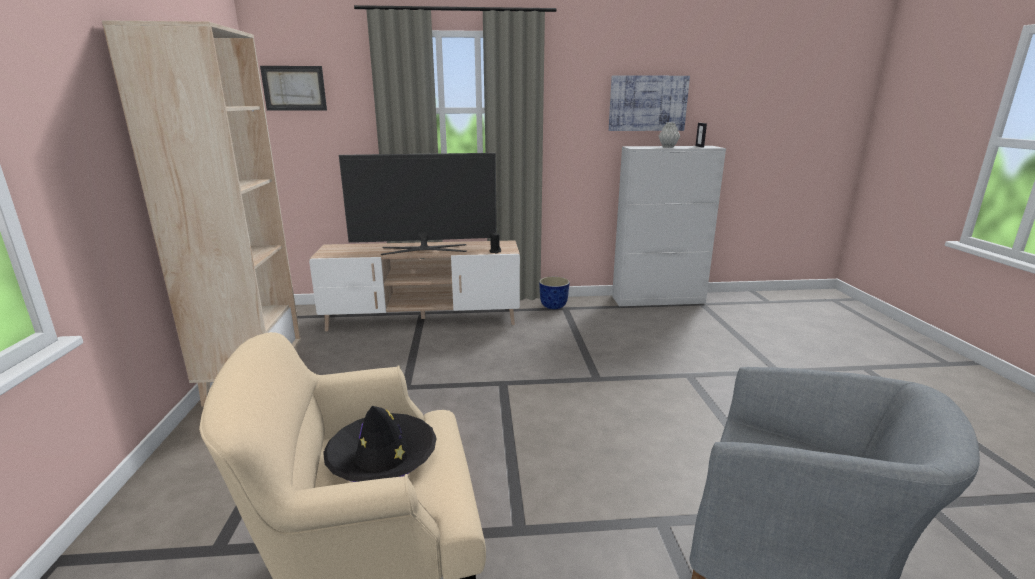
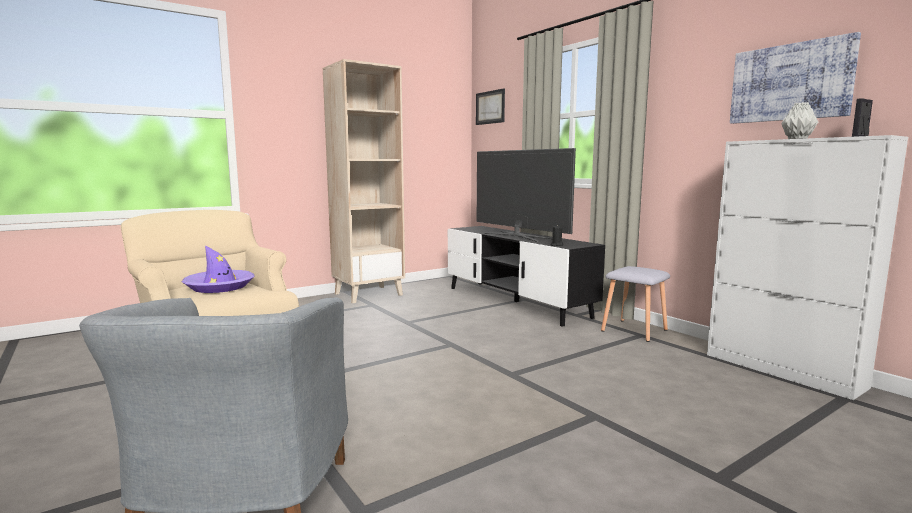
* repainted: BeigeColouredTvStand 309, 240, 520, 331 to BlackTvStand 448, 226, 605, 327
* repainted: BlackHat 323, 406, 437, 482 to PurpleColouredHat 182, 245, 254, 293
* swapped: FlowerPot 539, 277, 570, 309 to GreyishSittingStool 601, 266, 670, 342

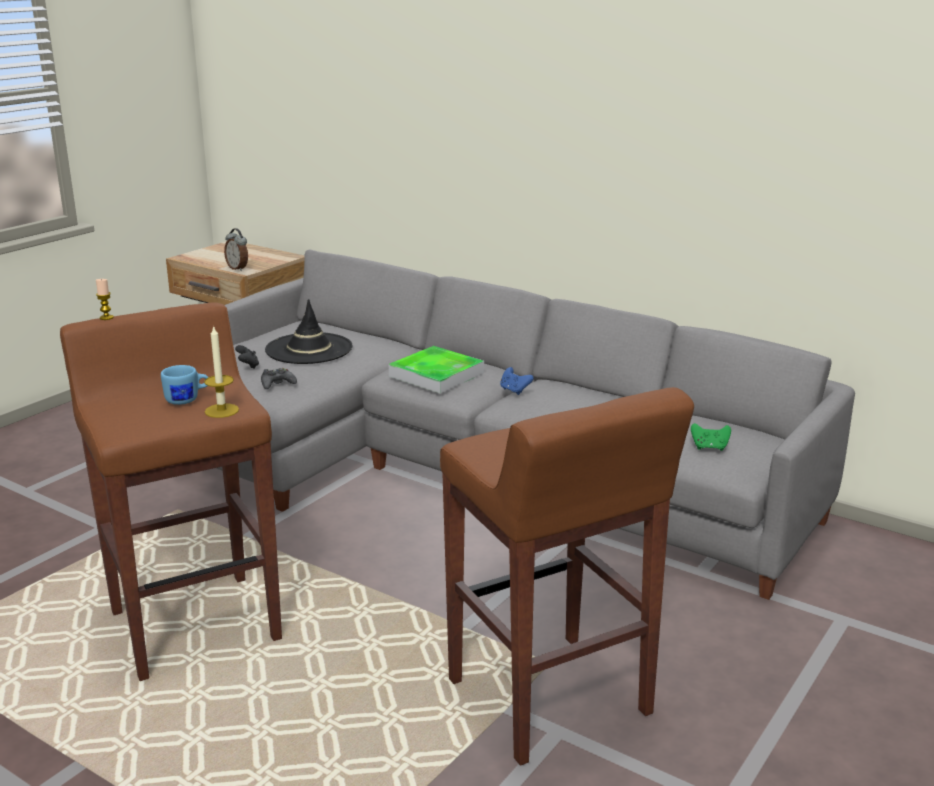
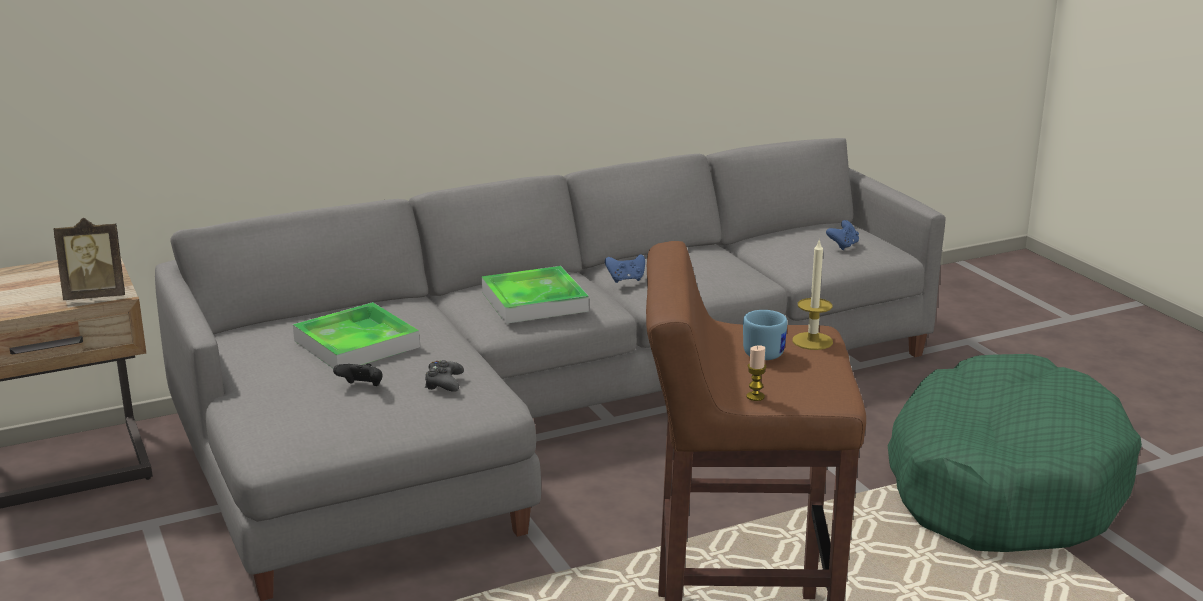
* shifted: Candle 96, 279, 114, 320 to 746, 345, 766, 401
* swapped: BedsideClock 224, 228, 248, 271 to PhotoFrame 53, 218, 125, 300
* swapped: BlackHat 265, 299, 353, 364 to CarryingTray 293, 302, 420, 369
* swapped: BrownishSittingStool 440, 387, 694, 766 to GreenishDogBed 888, 354, 1142, 552
* repainted: GreenishGameController 691, 423, 731, 451 to BlueGameController 826, 220, 859, 250

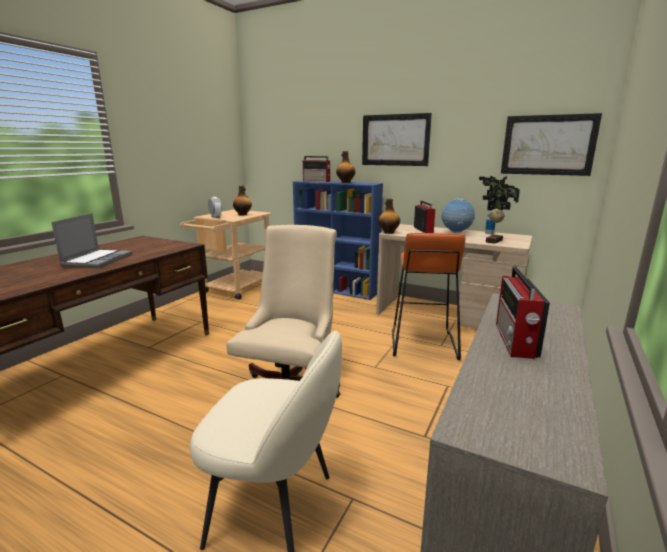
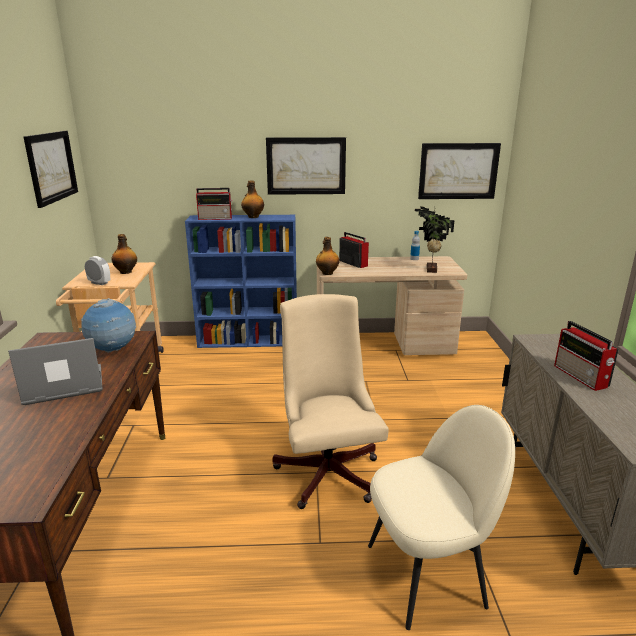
* rotated: Laptop 51, 213, 132, 268 = 8, 338, 103, 405 90 degrees counterclockwise
* gone: OrangeColouredSittingStool 392, 233, 466, 360
* shifted: Globe 441, 198, 475, 233 to 81, 298, 136, 353
* new: WallArt 24, 131, 78, 208

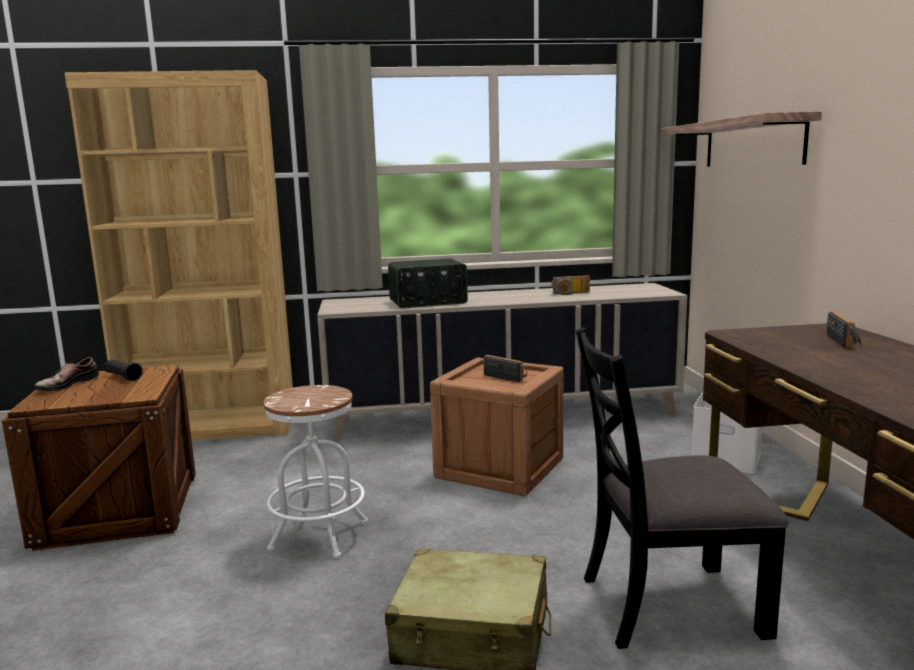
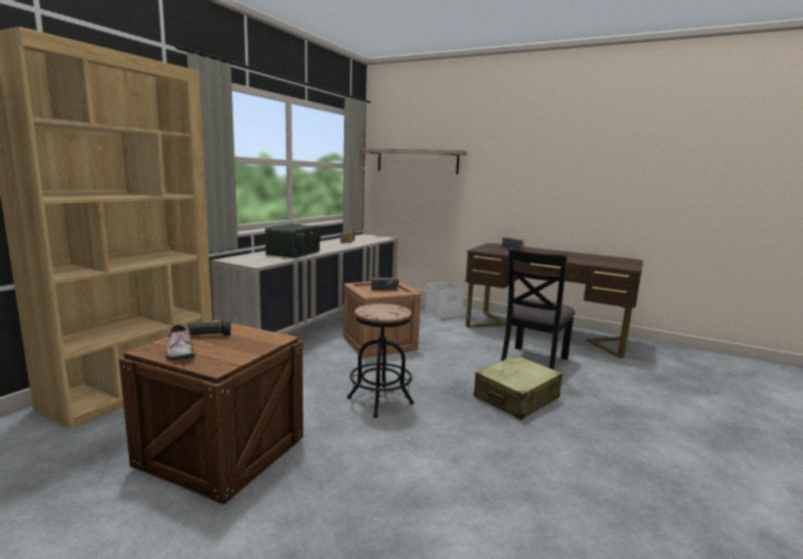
* repainted: WhitishSittingStool 264, 385, 368, 558 to BlackSittingStool 347, 304, 414, 418

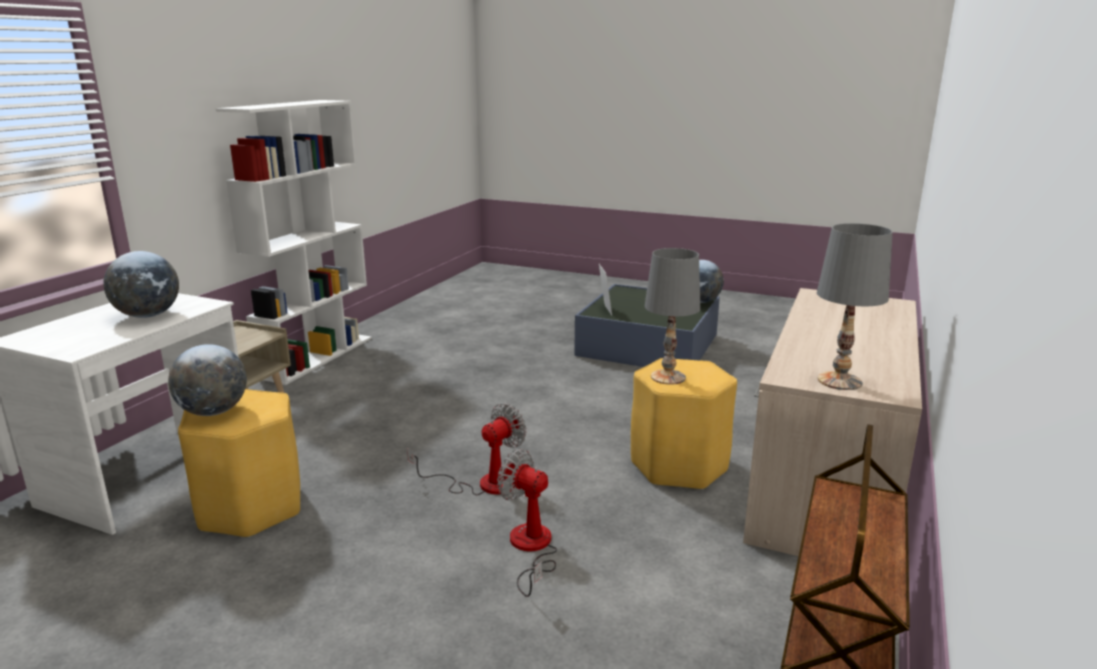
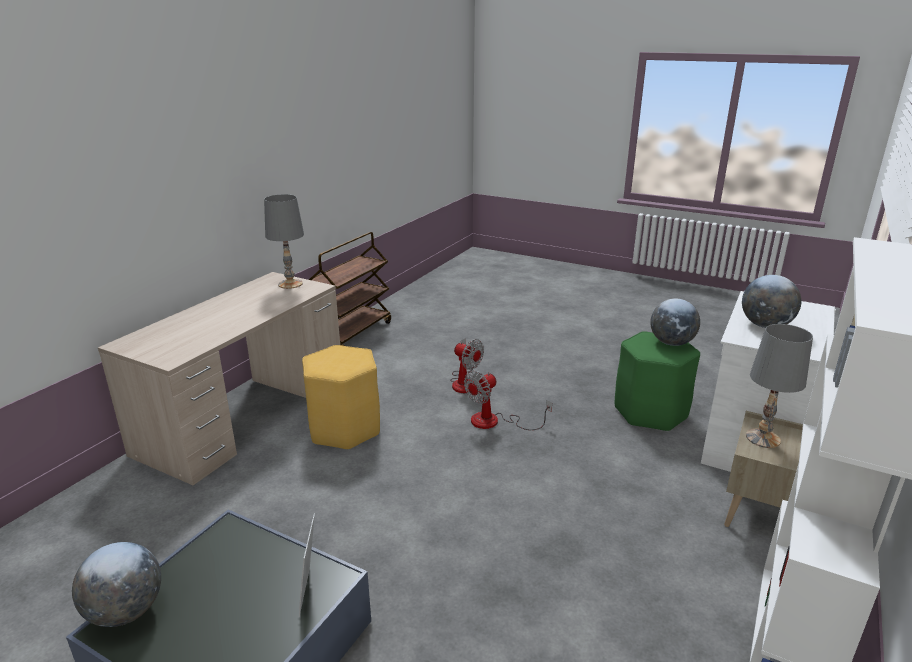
* repainted: YellowColouredSittingStool 178, 389, 300, 538 to GreenishSittingStool 615, 331, 700, 432
* shifted: GreyishTabletopLamp 645, 248, 700, 385 to 746, 324, 813, 448

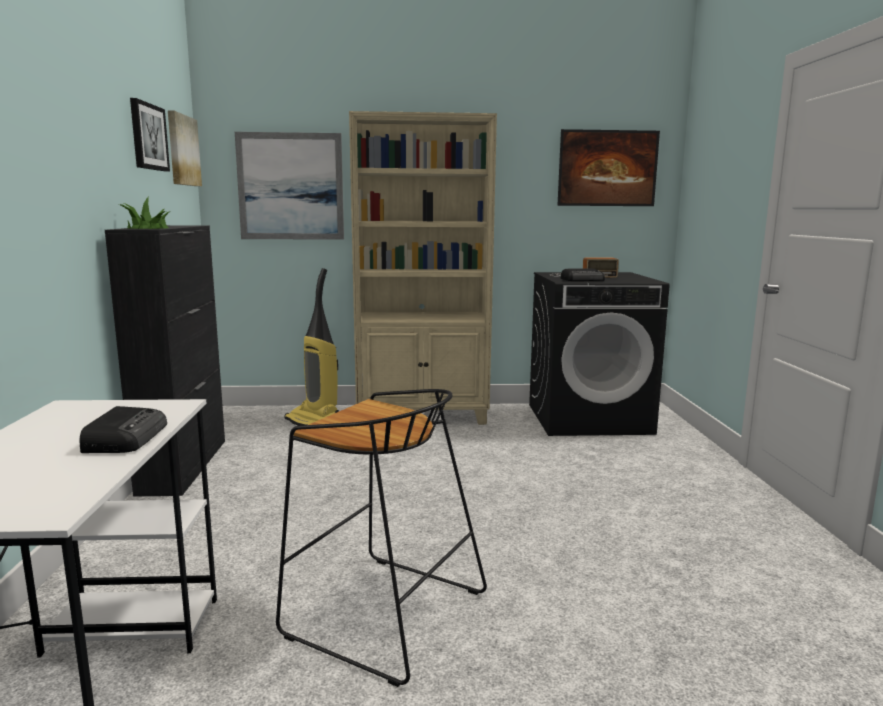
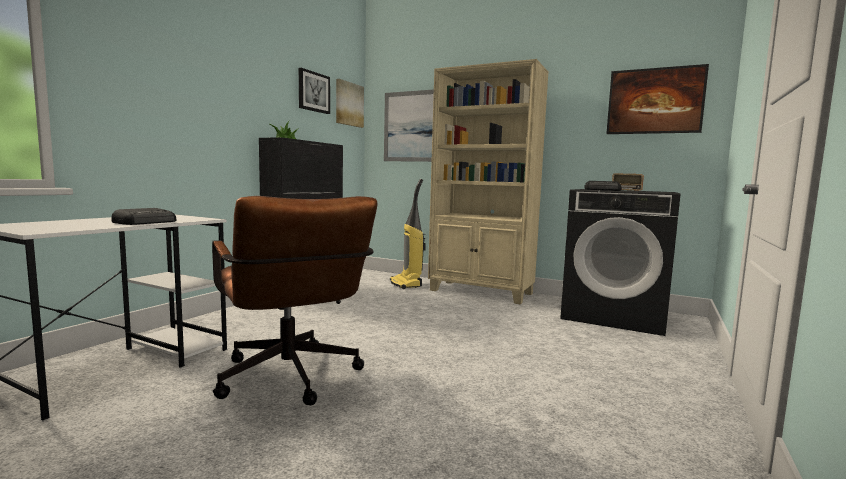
* swapped: BlackSittingStool 276, 389, 487, 687 to BrownishOfficeChair 212, 196, 377, 405

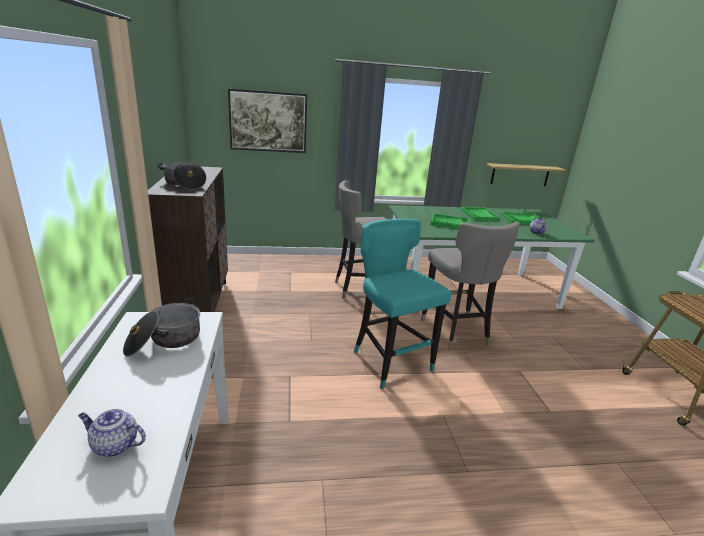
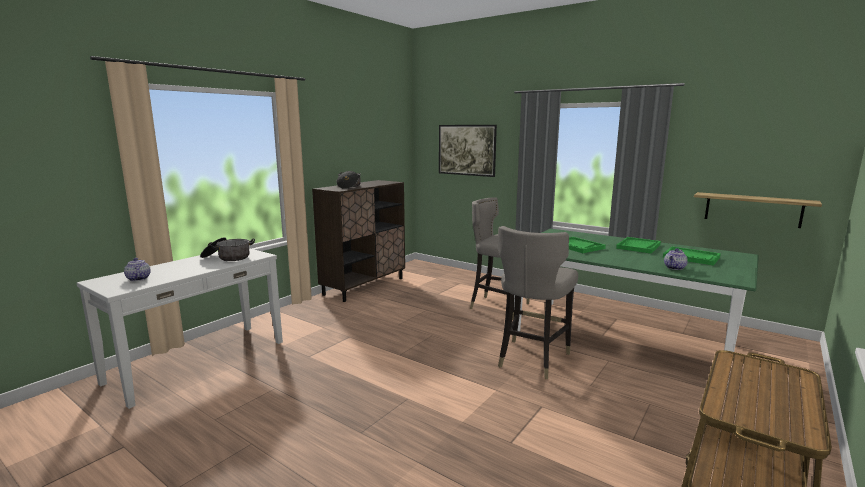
* gone: TurquoiseColouredSittingStool 354, 219, 451, 389

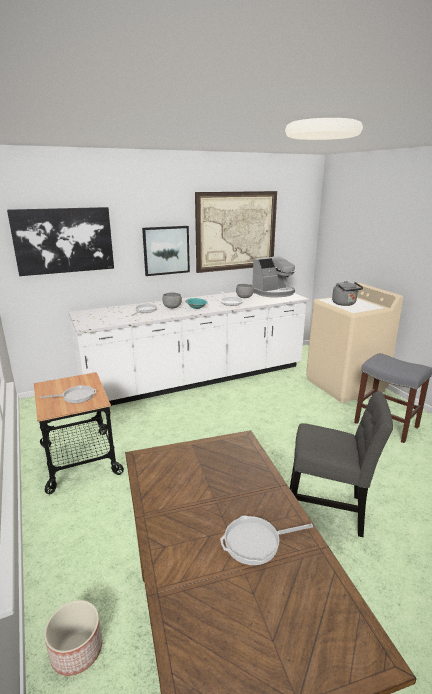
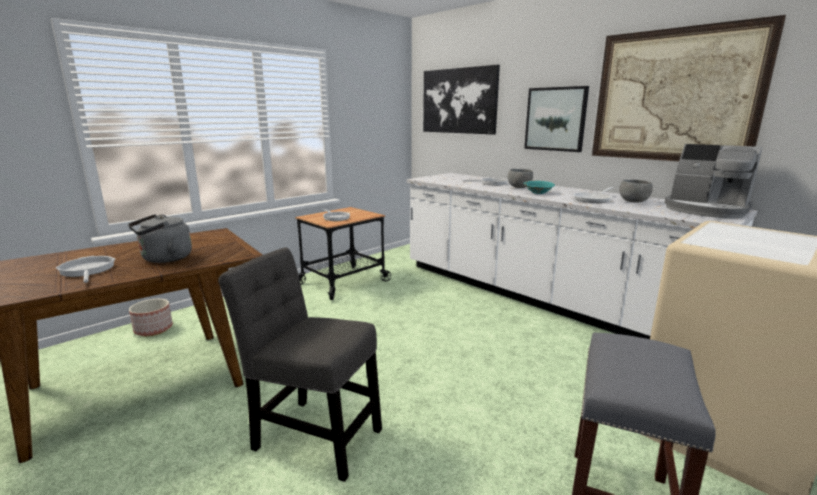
* rotated: GreyishChair 290, 391, 393, 537 = 218, 247, 382, 482 120 degrees clockwise
* shifted: GreyishTeaKettle 332, 281, 363, 306 to 128, 214, 192, 263

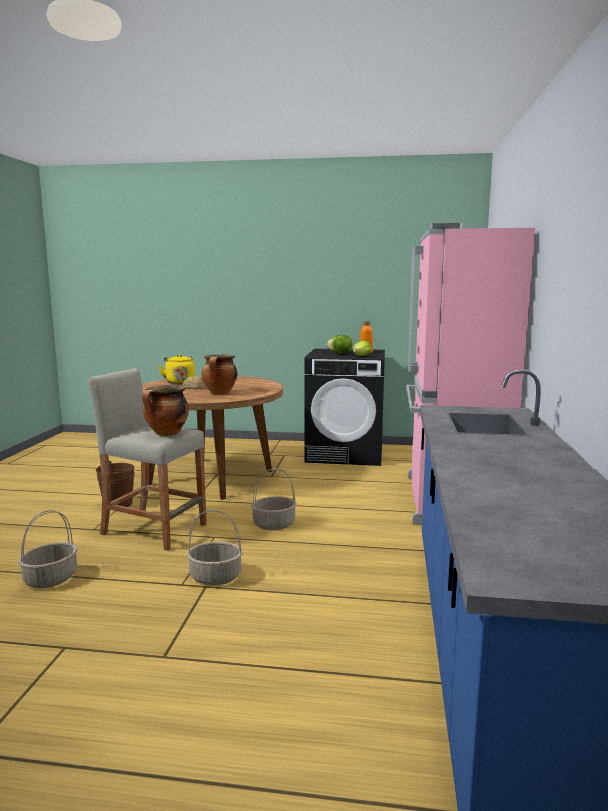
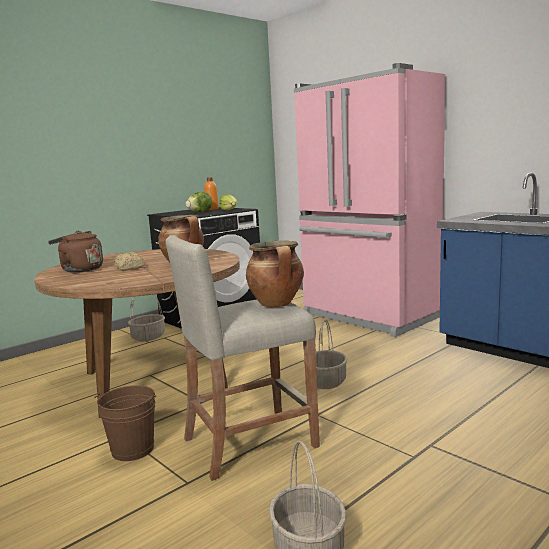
* repainted: YellowColouredTeaKettle 159, 354, 195, 384 to BrownishTeaKettle 48, 231, 103, 273
* shifted: StorageBasket 187, 510, 243, 585 to 128, 294, 165, 341

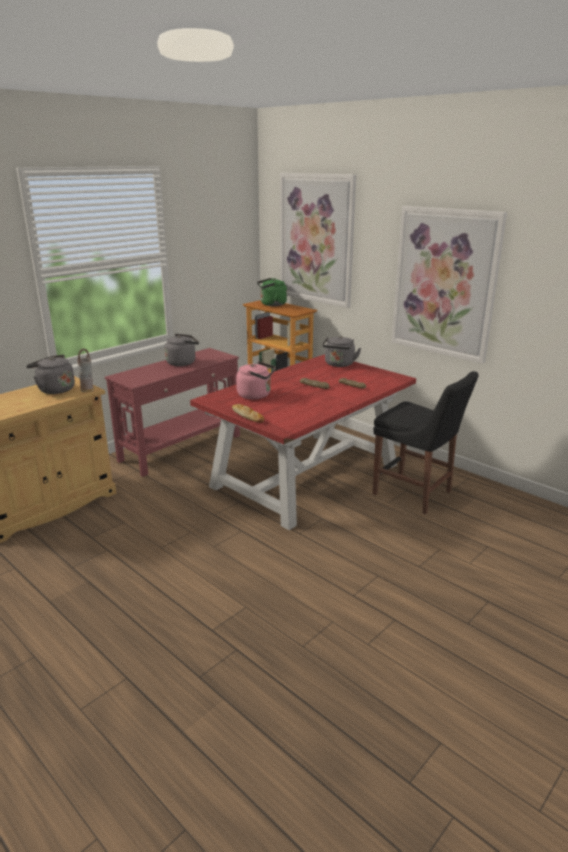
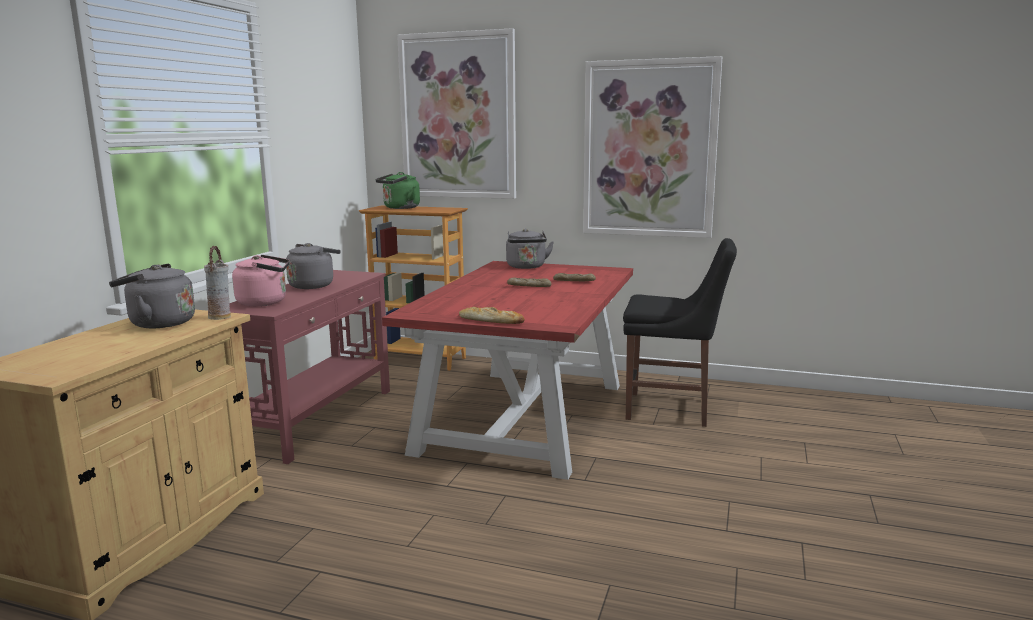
* shifted: PinkColouredTeaKettle 236, 361, 276, 399 to 232, 255, 290, 306

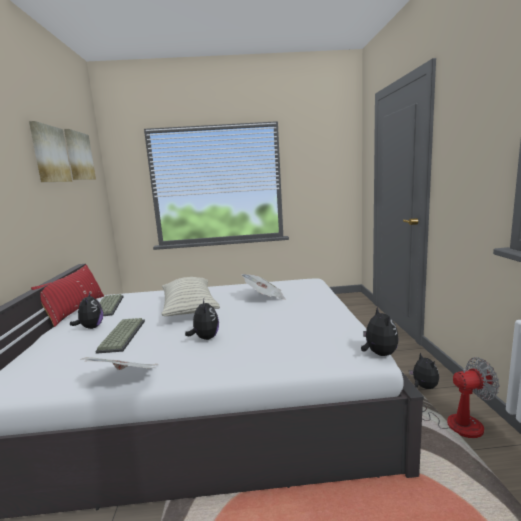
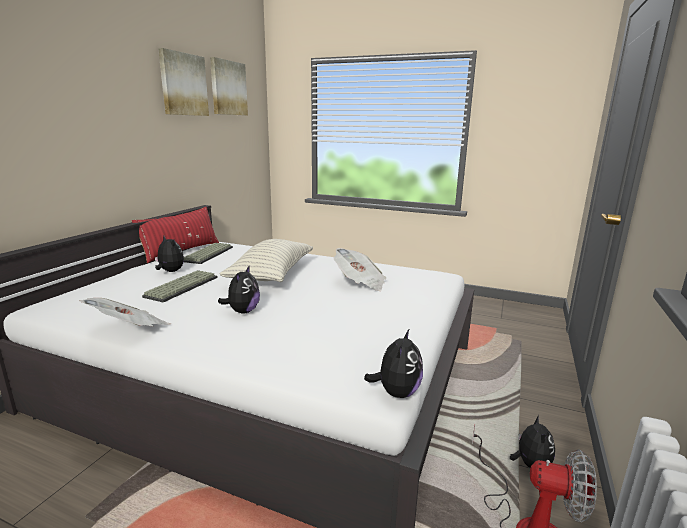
* rotated: SoftToy 70, 293, 103, 329 = 155, 236, 184, 272 60 degrees counterclockwise

